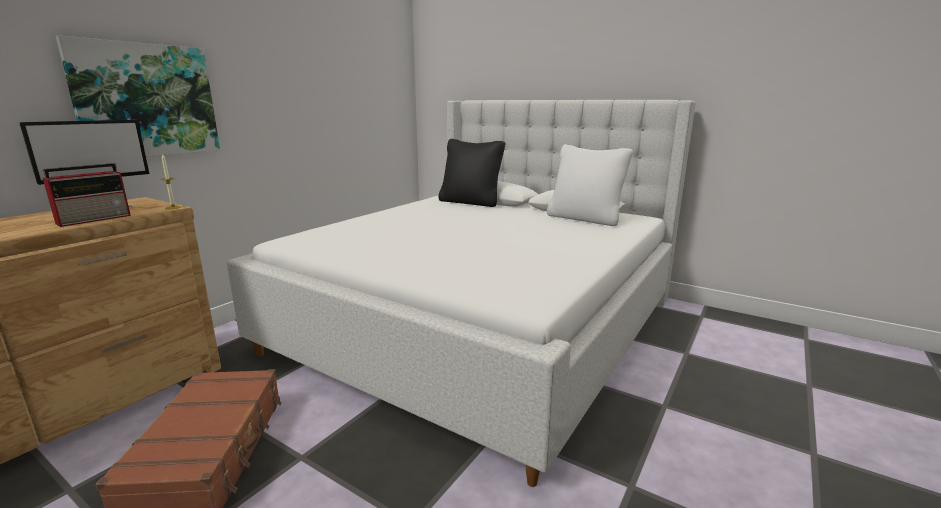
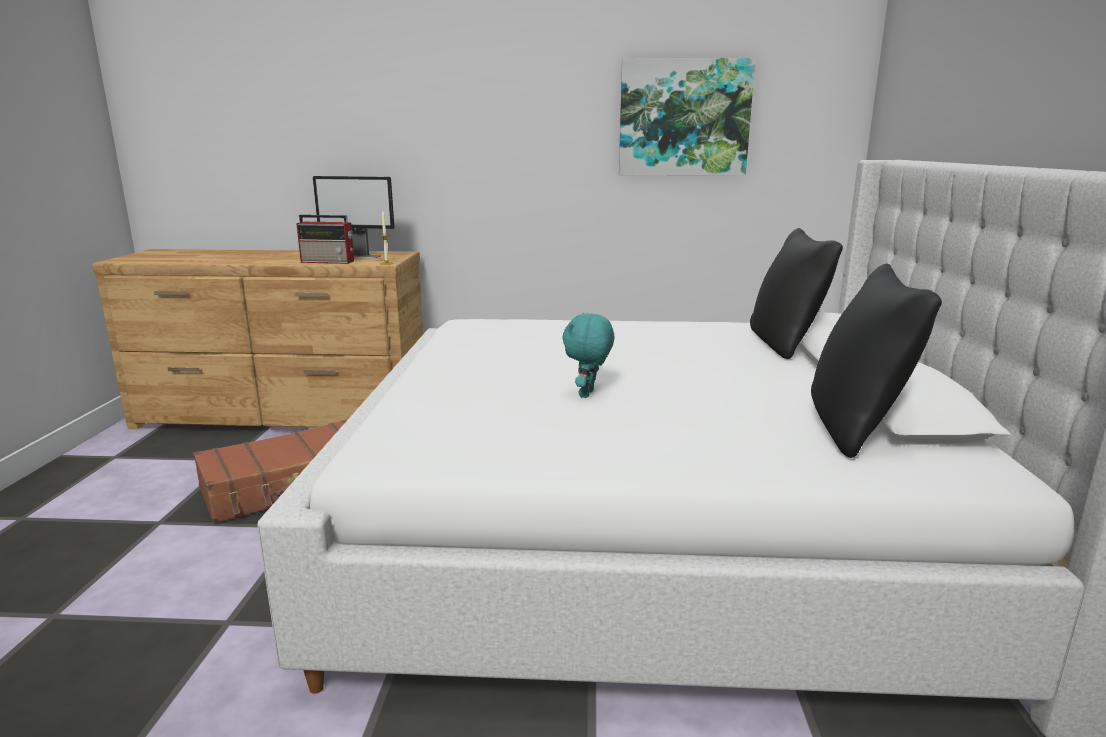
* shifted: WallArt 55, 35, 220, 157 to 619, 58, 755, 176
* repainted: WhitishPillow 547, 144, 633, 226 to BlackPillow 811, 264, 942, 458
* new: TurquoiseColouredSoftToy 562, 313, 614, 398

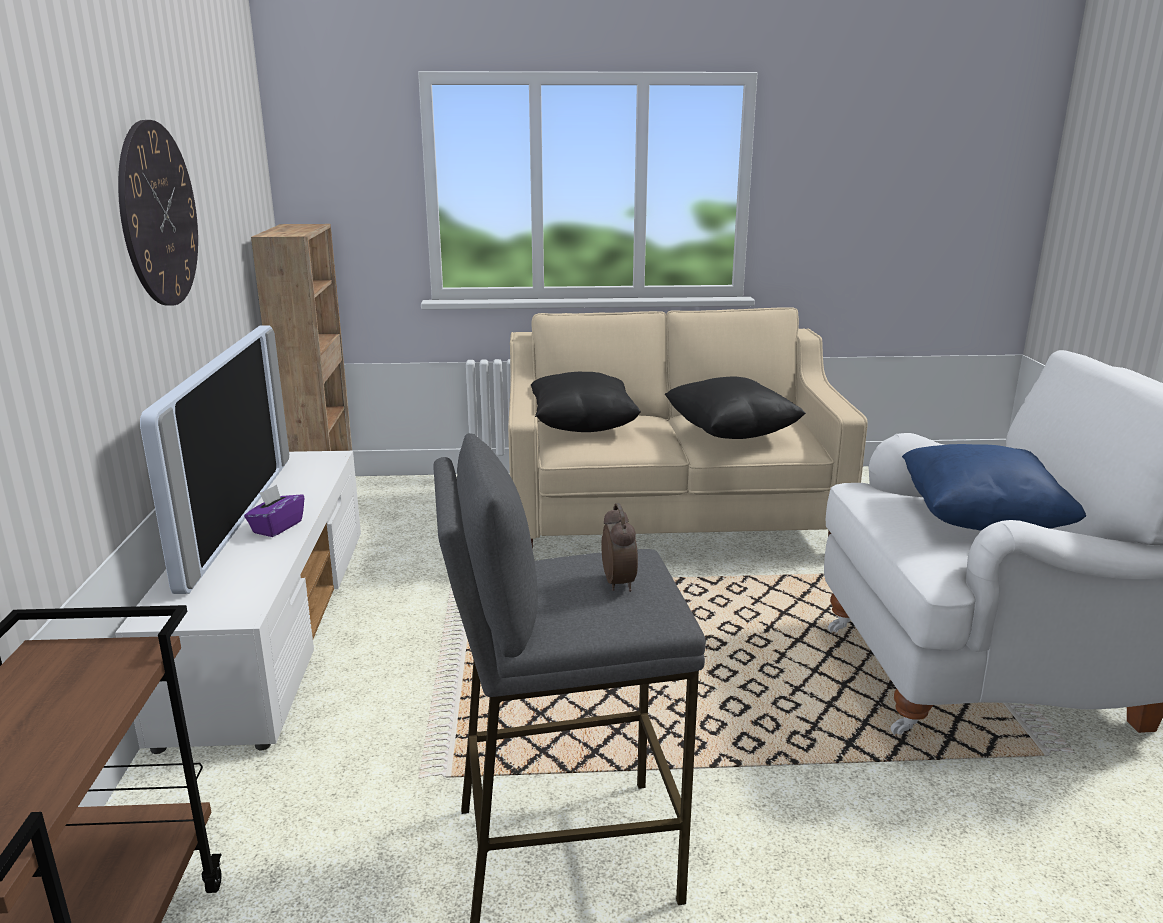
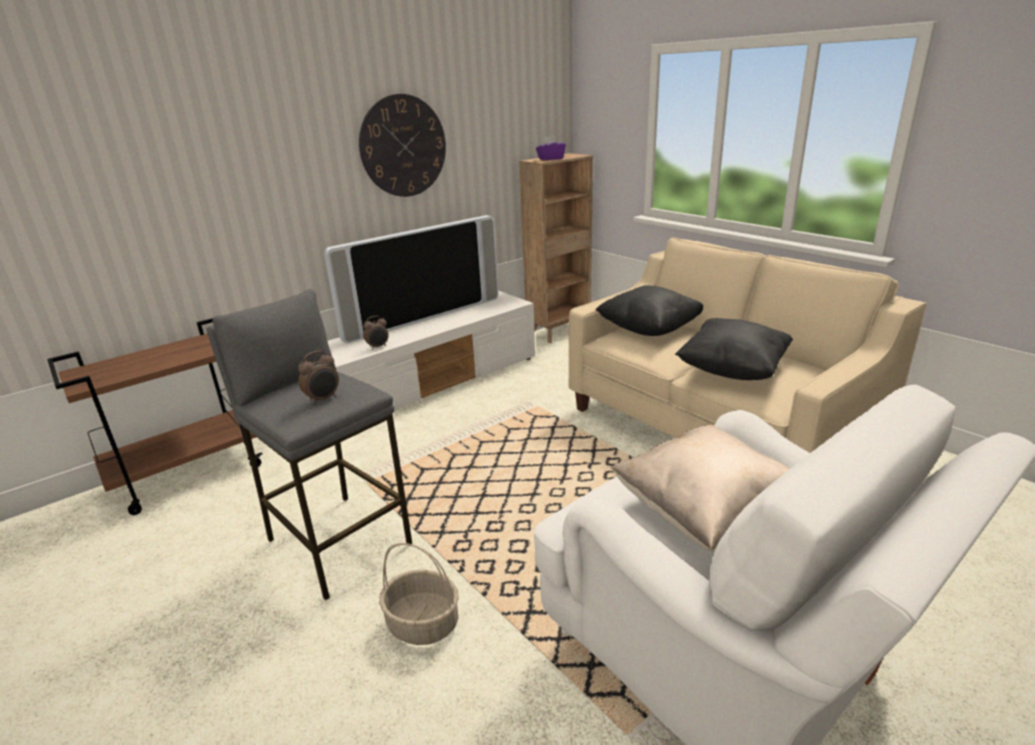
* shifted: PurpleColouredTissueBox 244, 485, 305, 537 to 536, 136, 566, 160
* repainted: BluePillow 902, 444, 1086, 531 to BeigeColouredPillow 610, 425, 791, 551
* new: BedsideClock 363, 316, 389, 350
* new: StorageBasket 379, 543, 459, 645

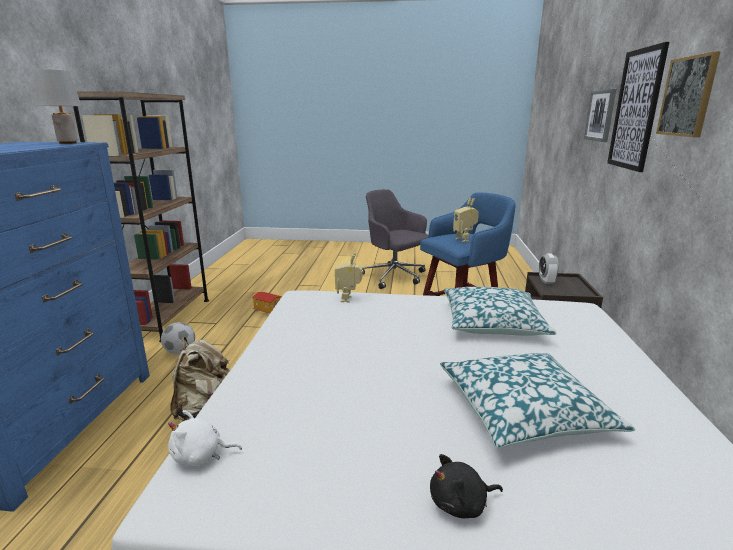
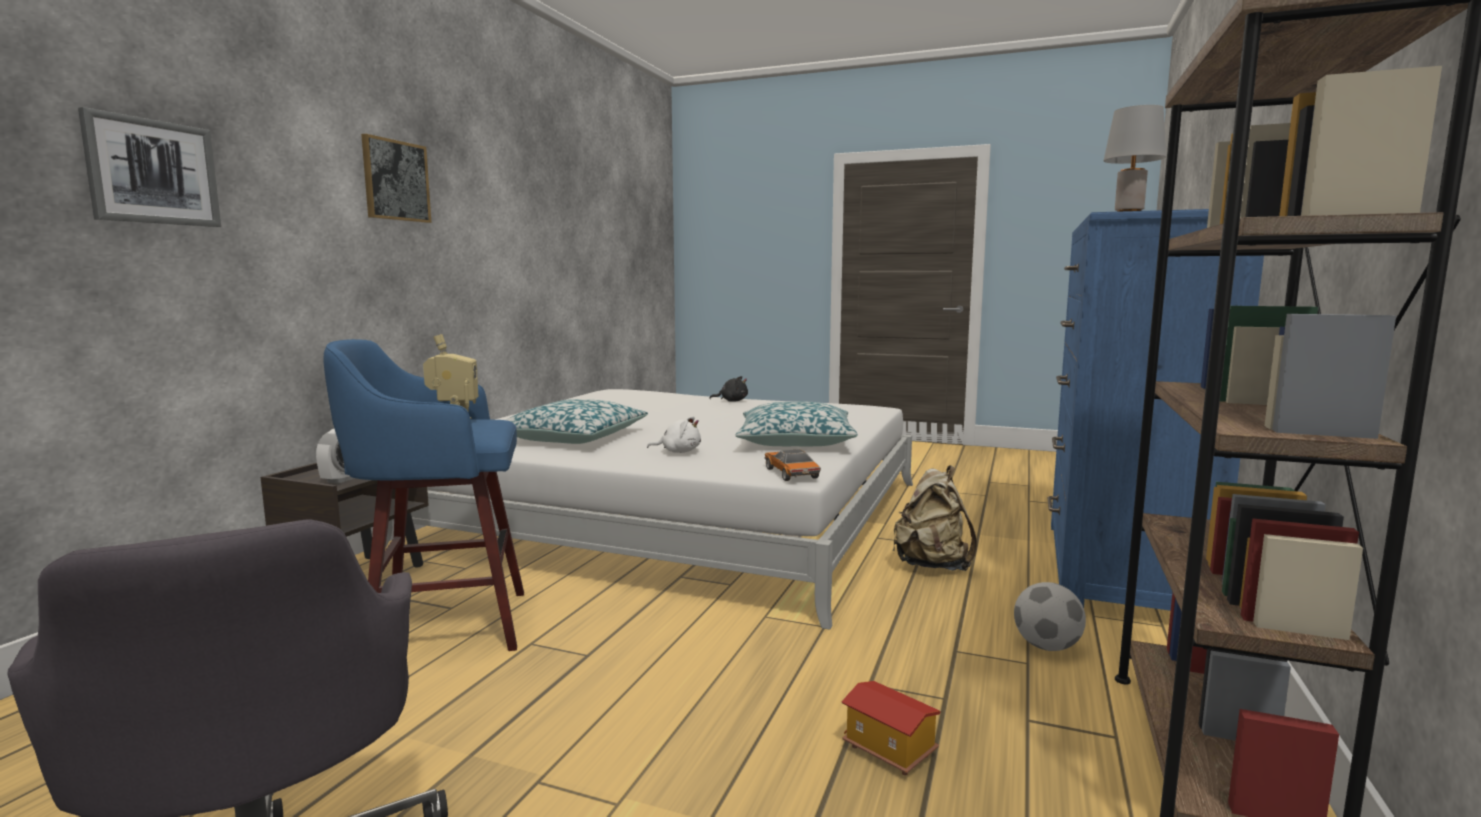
* shifted: WhitishSoftToy 168, 410, 242, 466 to 647, 416, 701, 453
* gone: RobotFigure 335, 252, 362, 303
* shifted: Pillow 440, 353, 635, 448 to 736, 402, 858, 446
* gone: WallArt 607, 42, 669, 172
* new: ModelCar 764, 449, 821, 481

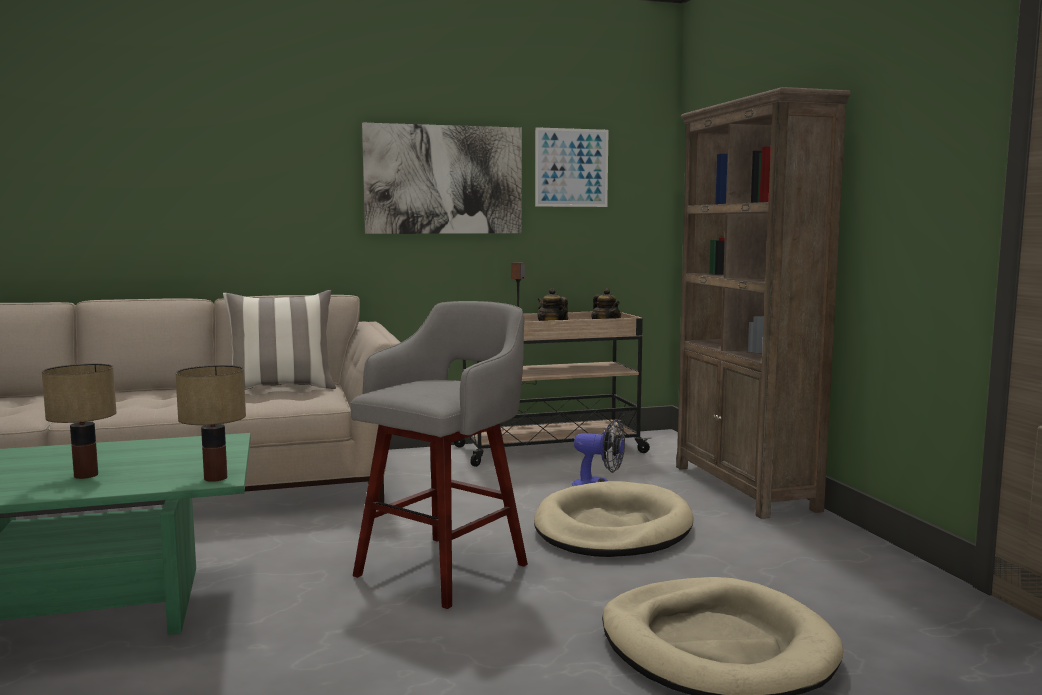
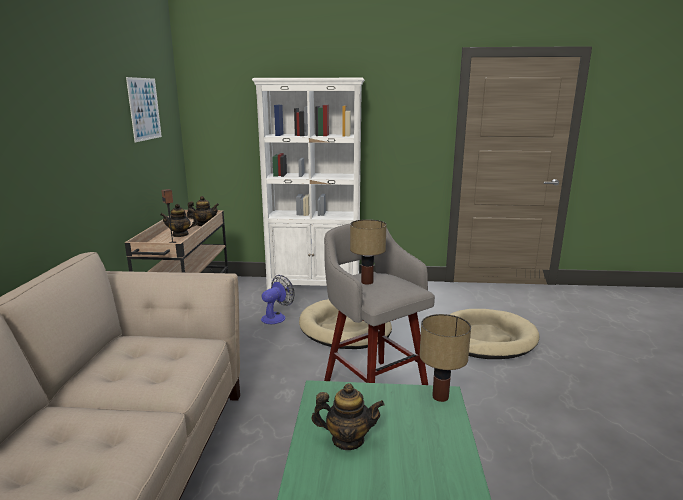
* shifted: TabletopLamp 42, 364, 117, 479 to 350, 219, 387, 284
* gone: Pillow 223, 290, 336, 390
* gone: WallArt 362, 123, 522, 234
* repainted: BrownishBookshelf 676, 87, 851, 519 to WhitishBookshelf 252, 78, 365, 290
* new: PotForTea 312, 383, 385, 450

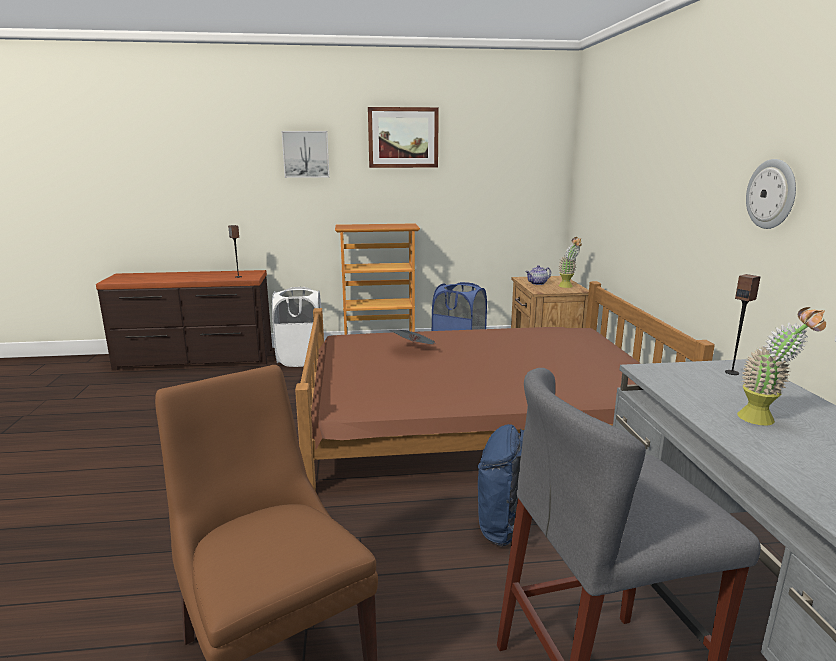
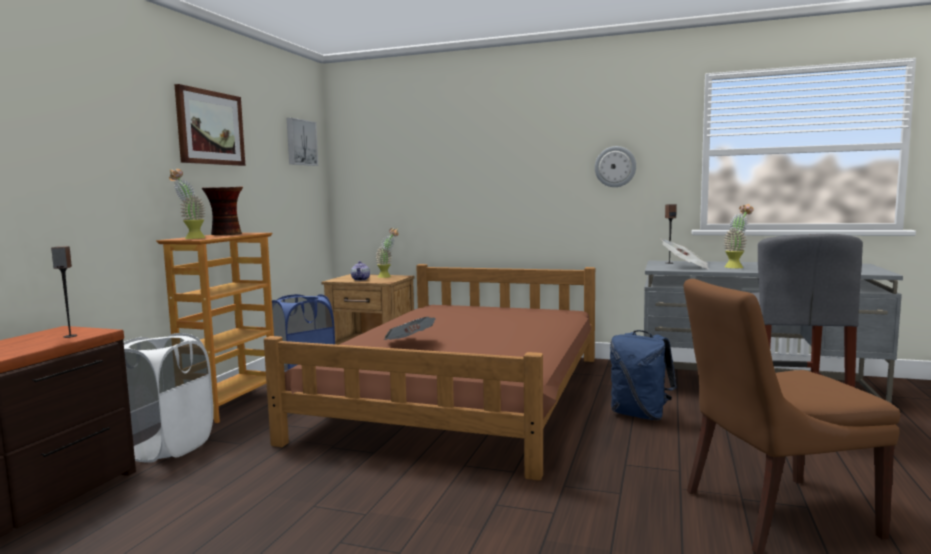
* shifted: WallArt 282, 131, 329, 178 to 287, 118, 318, 166
* new: Houseplant 169, 169, 206, 239
* new: FlowerVase 202, 187, 243, 235
* new: PrintedPaper 661, 239, 709, 269

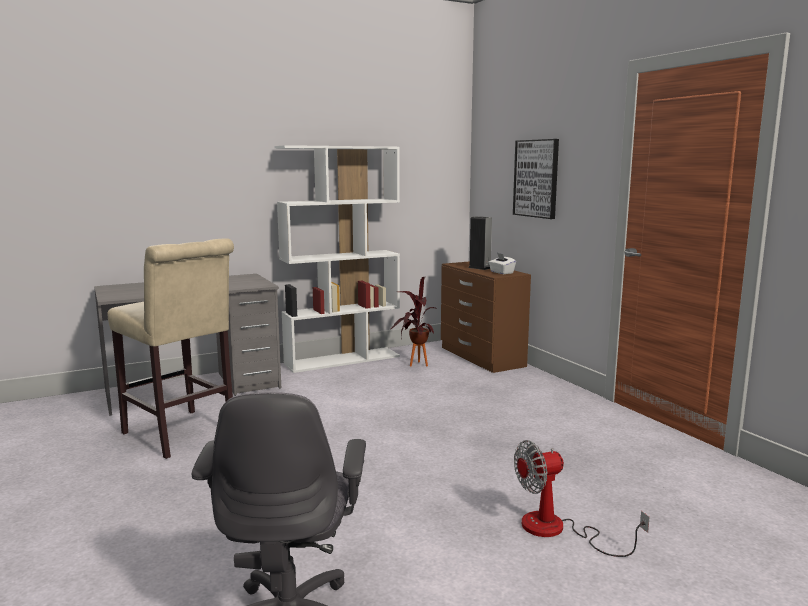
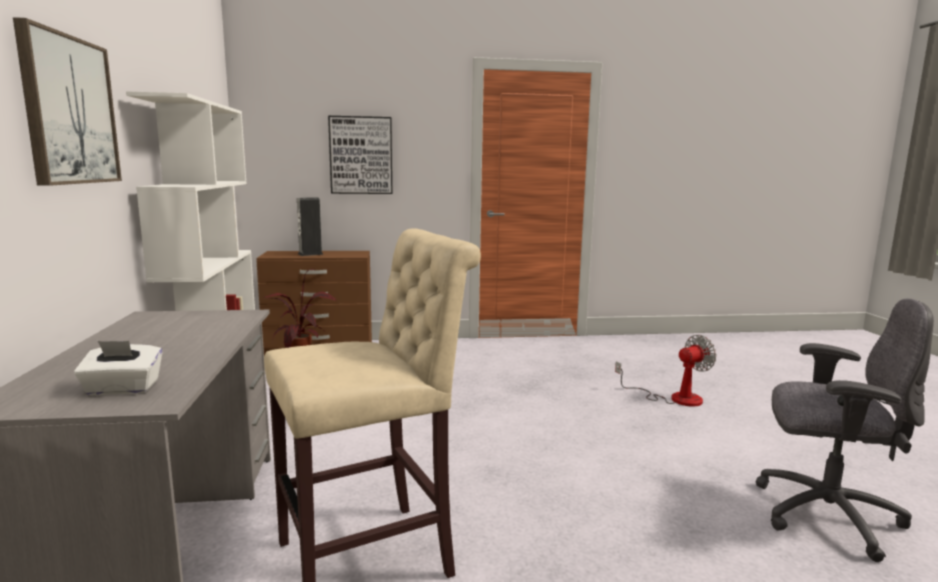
* shifted: WhitishTissueBox 488, 253, 516, 274 to 74, 341, 162, 395
* rotated: CoolingFan 514, 440, 650, 557 = 615, 335, 717, 407 120 degrees counterclockwise
* new: WallArt 13, 17, 122, 186

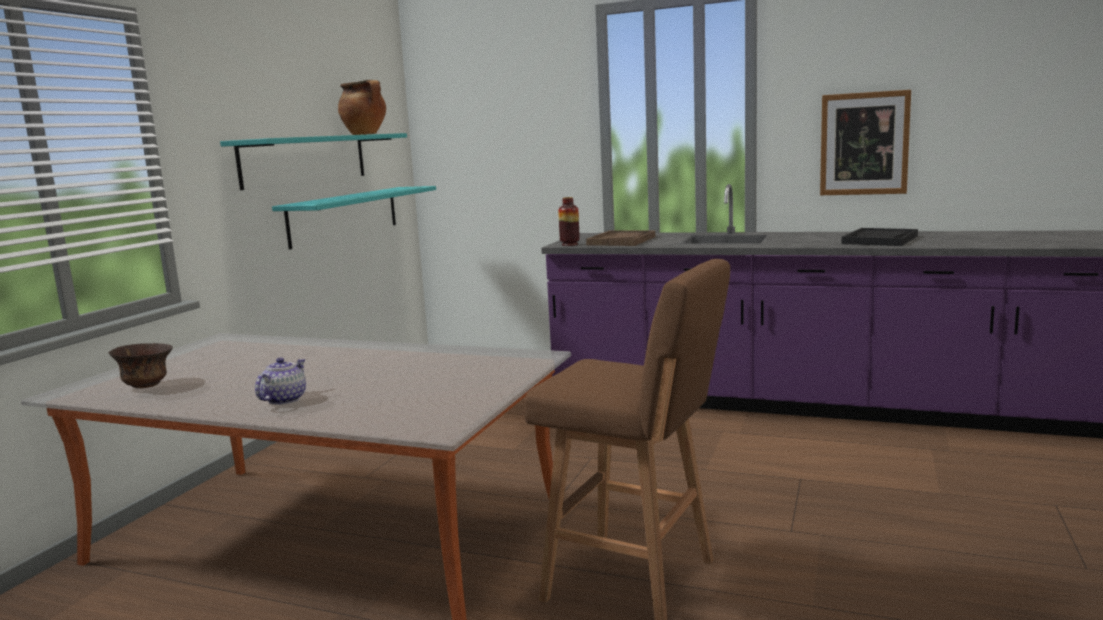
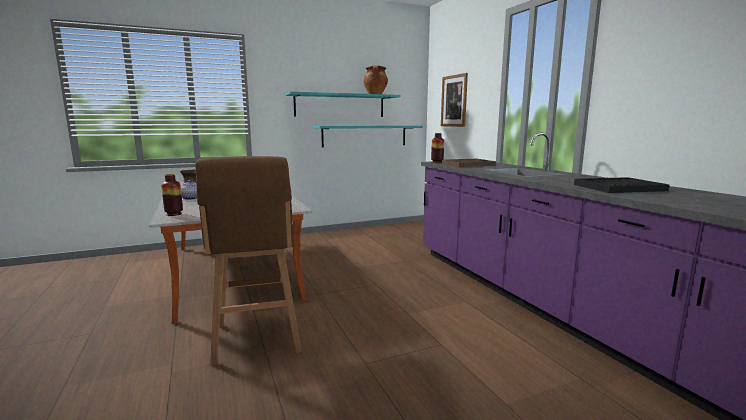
* shifted: WallArt 820, 90, 911, 195 to 441, 73, 468, 127
* new: FlowerVase 161, 174, 183, 216

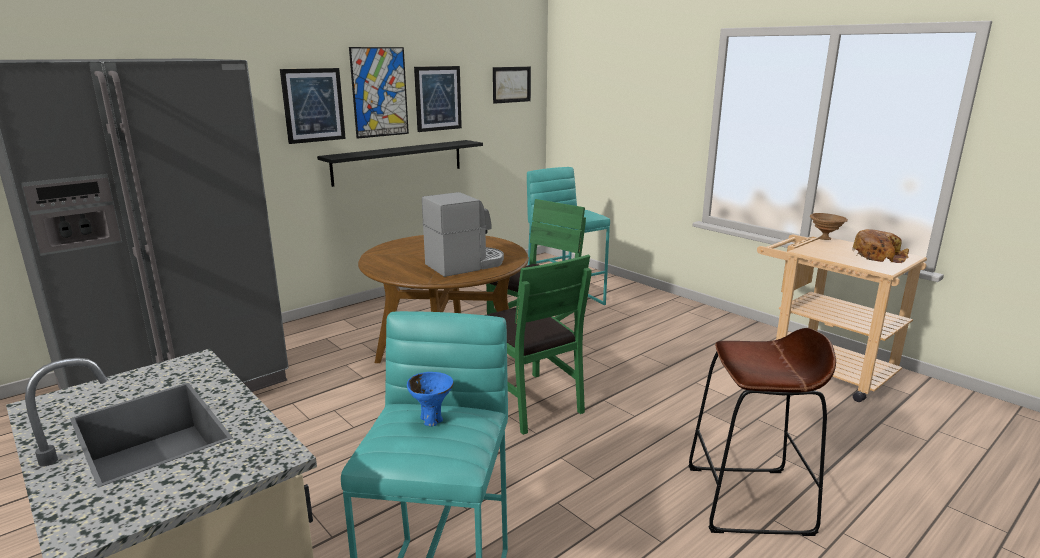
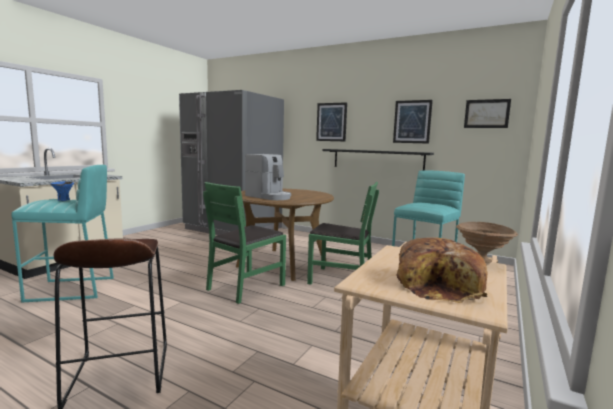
* gone: WallArt 349, 47, 409, 139

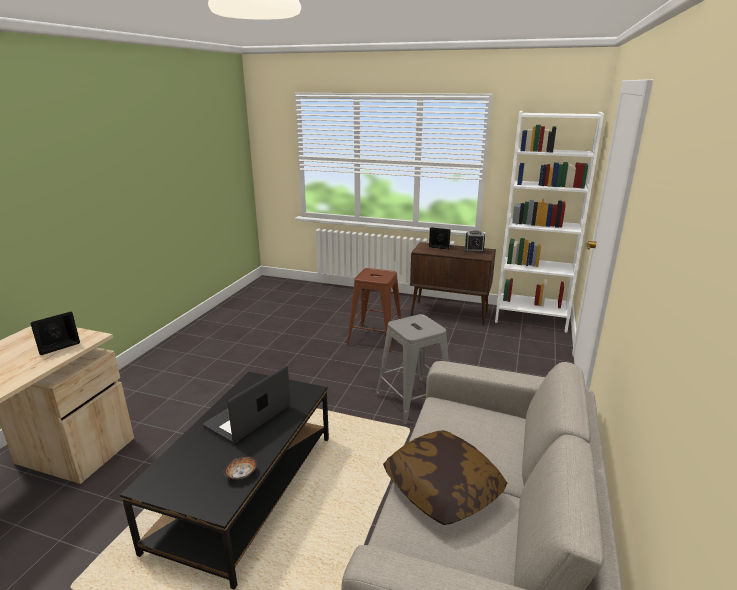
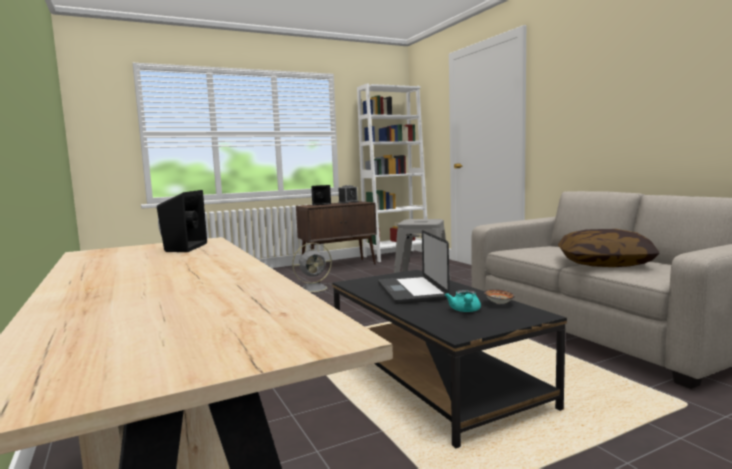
* swapped: BrownishSittingStool 347, 268, 402, 352 to GreyishCoolingFan 292, 243, 333, 293
* new: TurquoiseColouredPotForTea 445, 290, 481, 312

